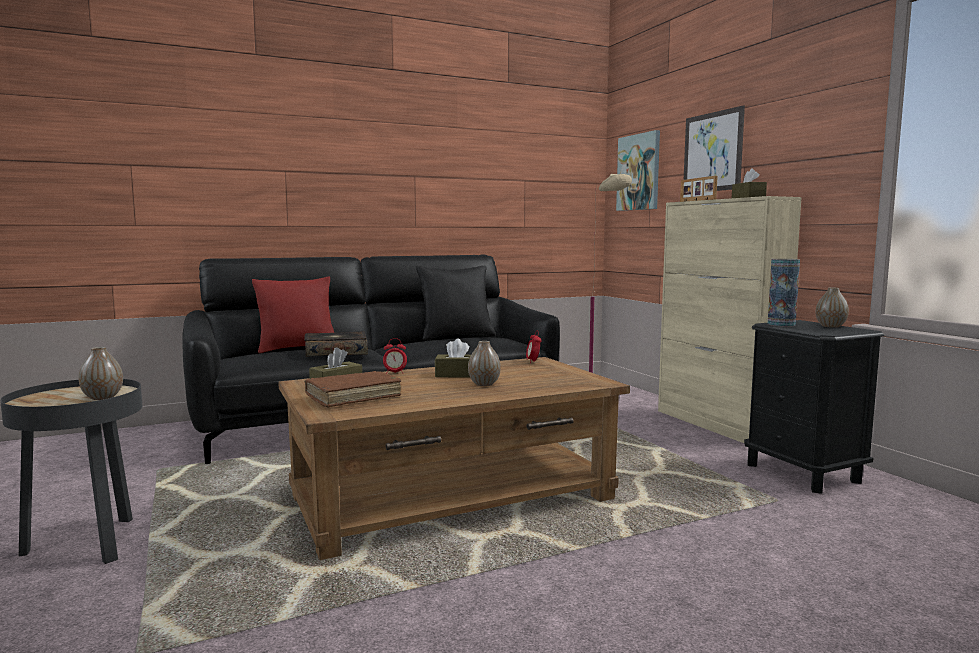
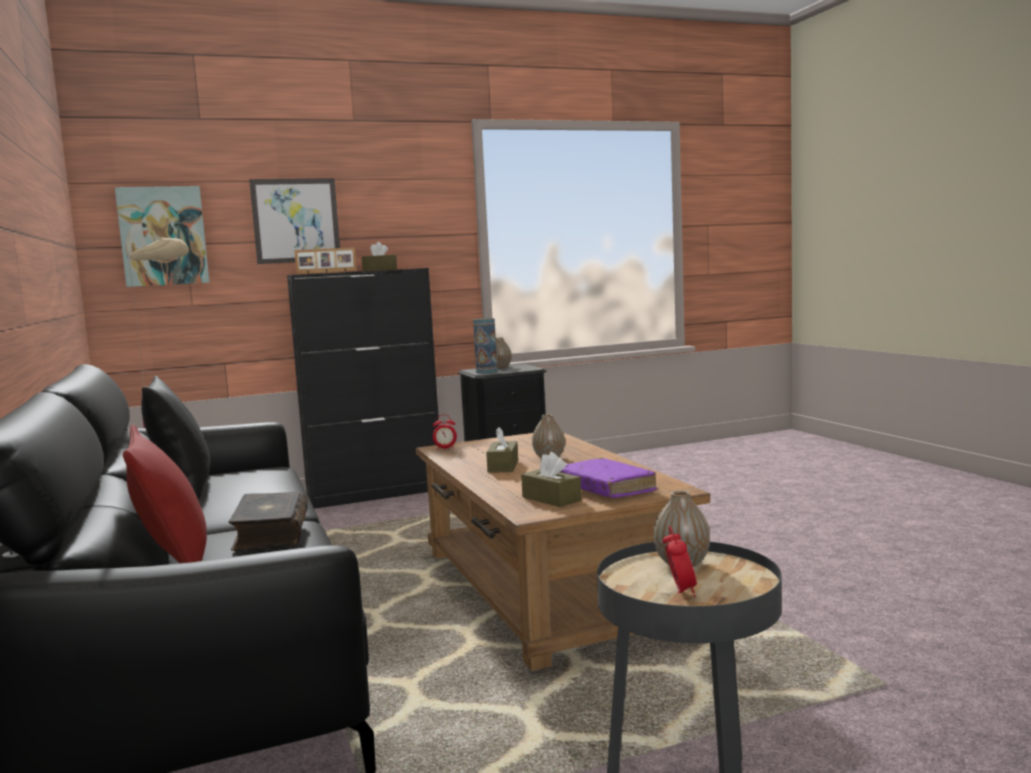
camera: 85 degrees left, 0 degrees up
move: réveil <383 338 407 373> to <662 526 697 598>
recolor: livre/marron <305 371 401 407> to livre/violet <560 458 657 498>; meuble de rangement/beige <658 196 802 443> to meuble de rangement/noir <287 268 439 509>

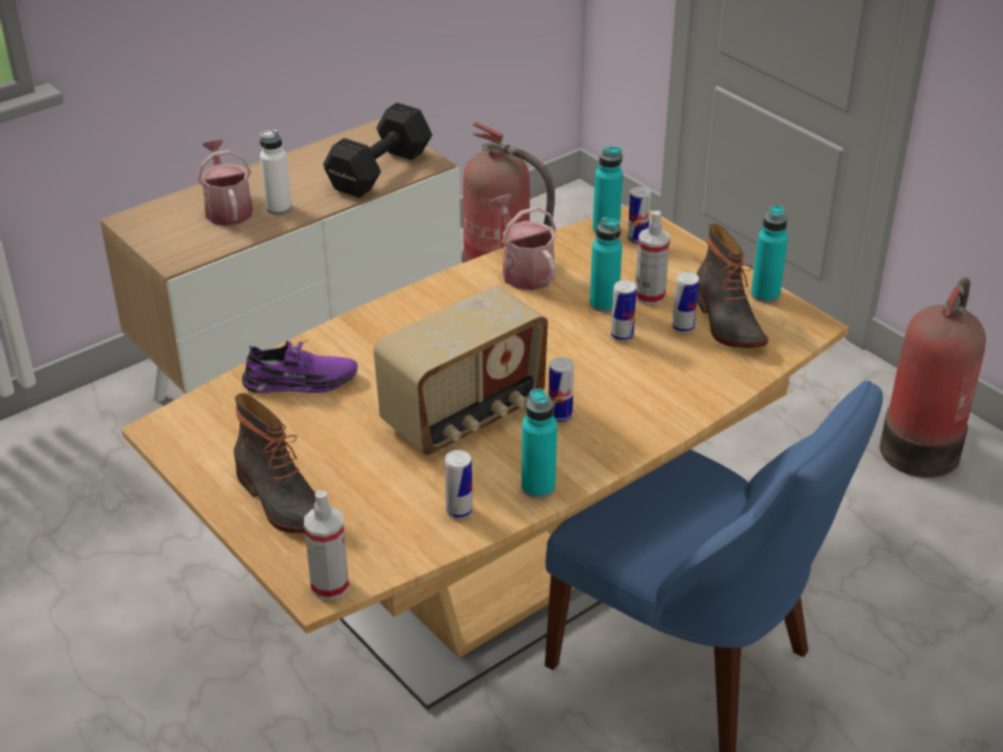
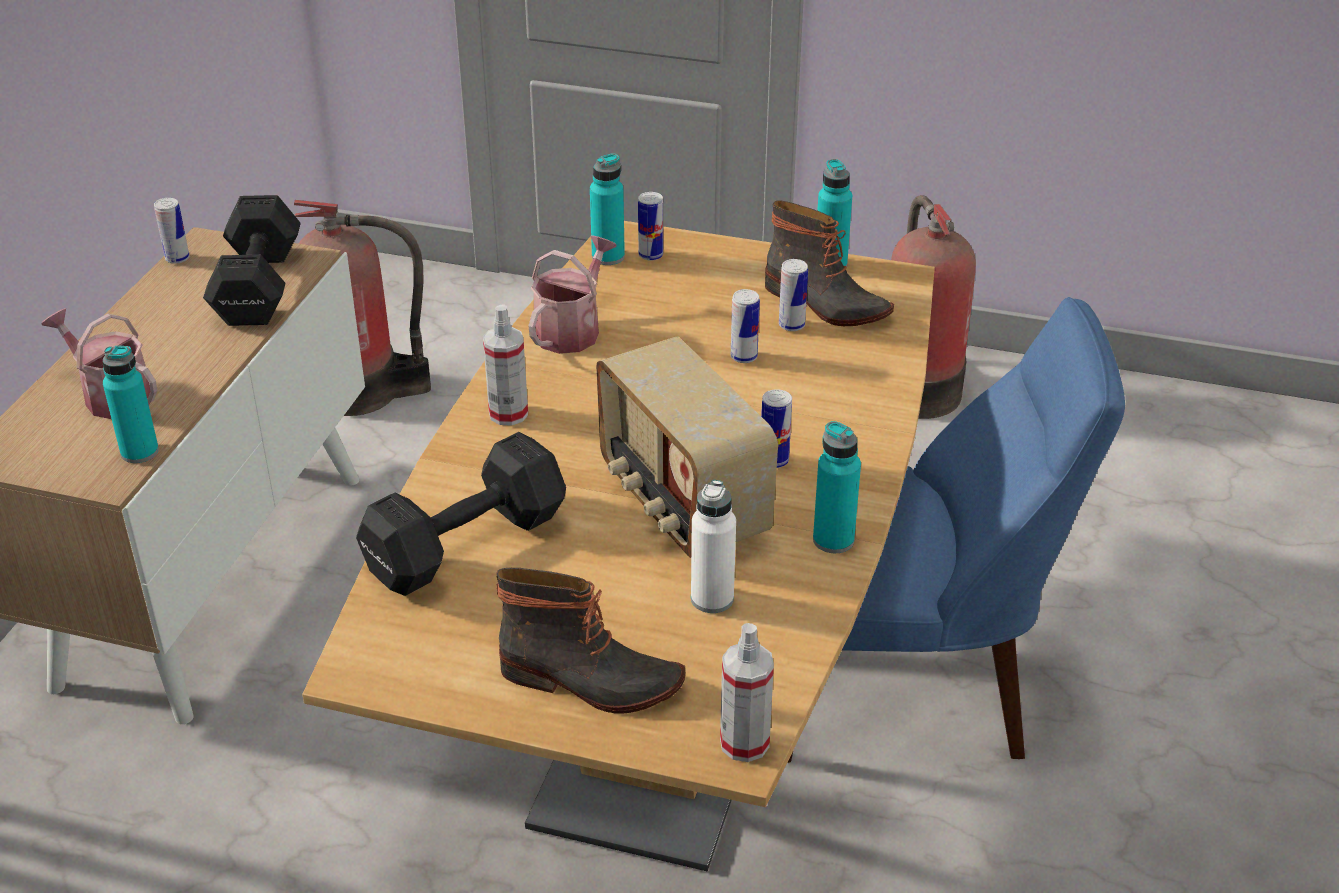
camera: 35 degrees left, 0 degrees up
move: bouteille/blanc <260 129 292 215> to <691 480 736 613>; boîte métallique <445 450 473 519> to <154 198 190 264>; bouteille/turquoise <590 217 622 312> to <103 346 159 463>; vaporisateur <635 211 670 305> to <483 304 528 426>
replace: chaussure/violet <242 340 358 393> to haltère/noir <356 432 566 596>
rotate: radio <374 286 548 455> = <596 337 778 558> 135 degrees clockwise; arrosoir <490 194 556 290> = <528 235 616 354> 90 degrees clockwise

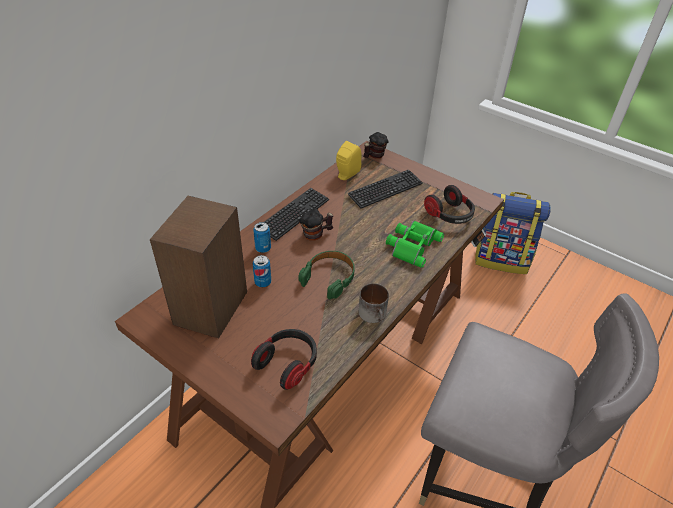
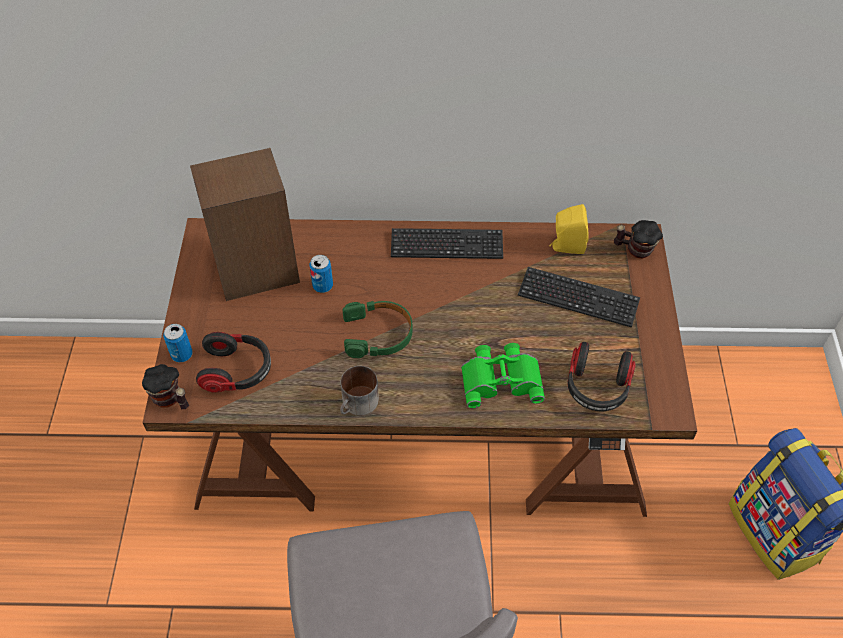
camera: 55 degrees right, 10 degrees up
move: boîte métallique <253 222 271 253> to <163 324 193 362>; mug <299 209 333 241> to <142 364 189 409>

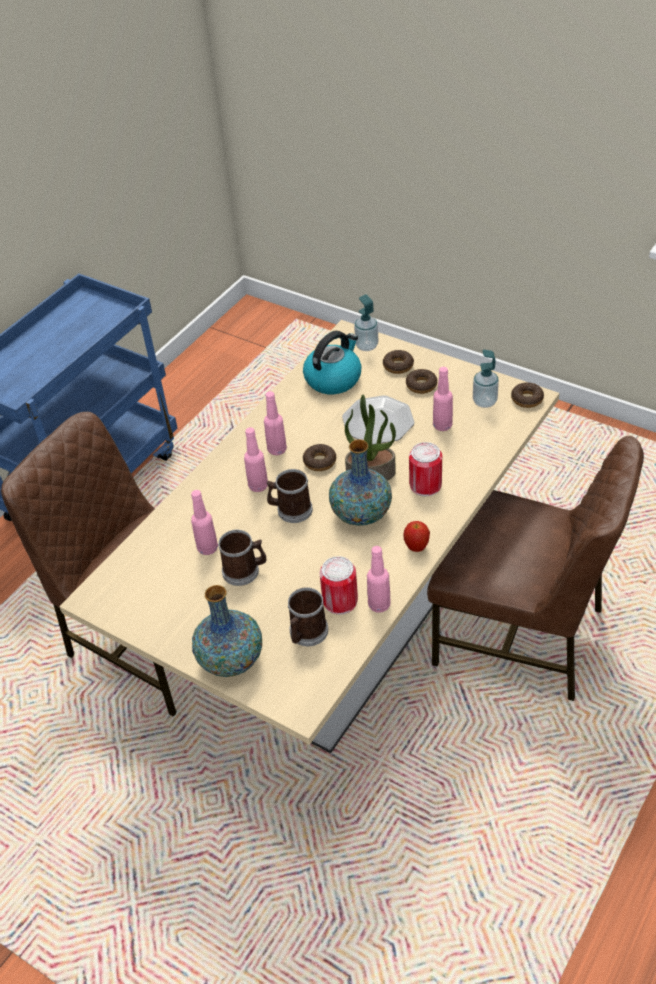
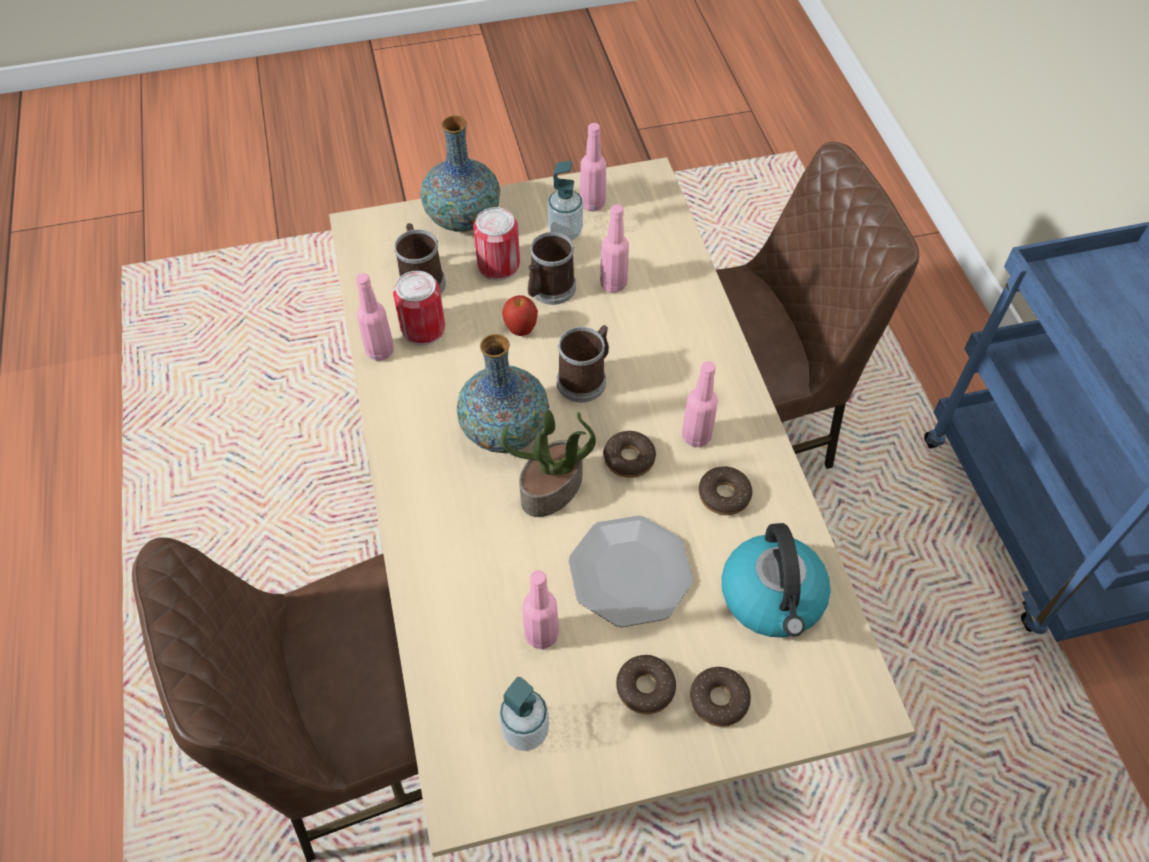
camera: 130 degrees right, 10 degrees up
move: bouteille/rose <244 427 268 492> to <580 123 606 211>; distributeur de savon <354 294 378 351> to <548 161 583 240>; pomme <403 521 430 552> to <502 295 538 336>; boîte métallique <409 442 442 496> to <473 207 520 280>; beignet <511 382 544 408> to <699 466 752 515>

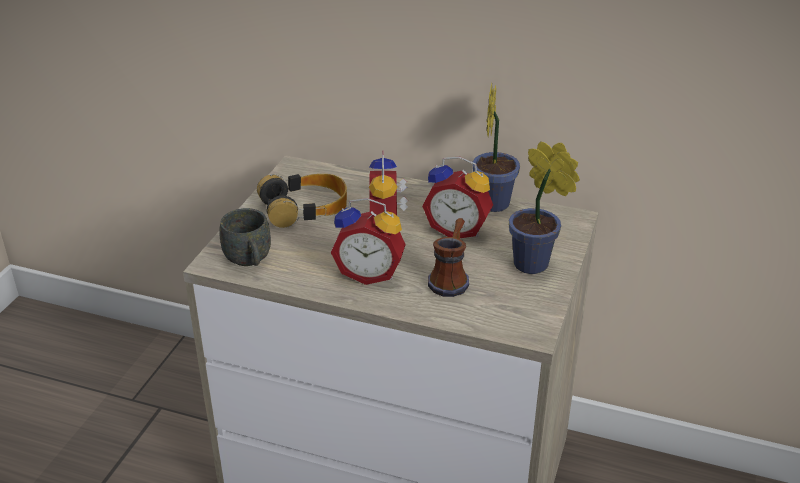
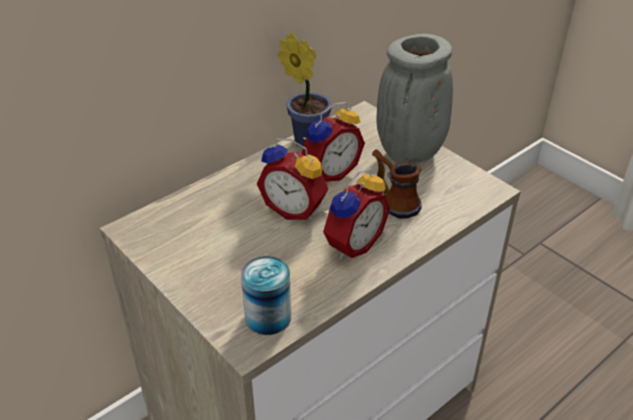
camera: 60 degrees left, 5 degrees up
delete: casque audio <257 174 347 228>
replace: mug/gris <220 208 271 266> to boîte métallique <241 256 291 335>; plante en pot <509 141 580 274> to vase/gris <377 34 453 163>

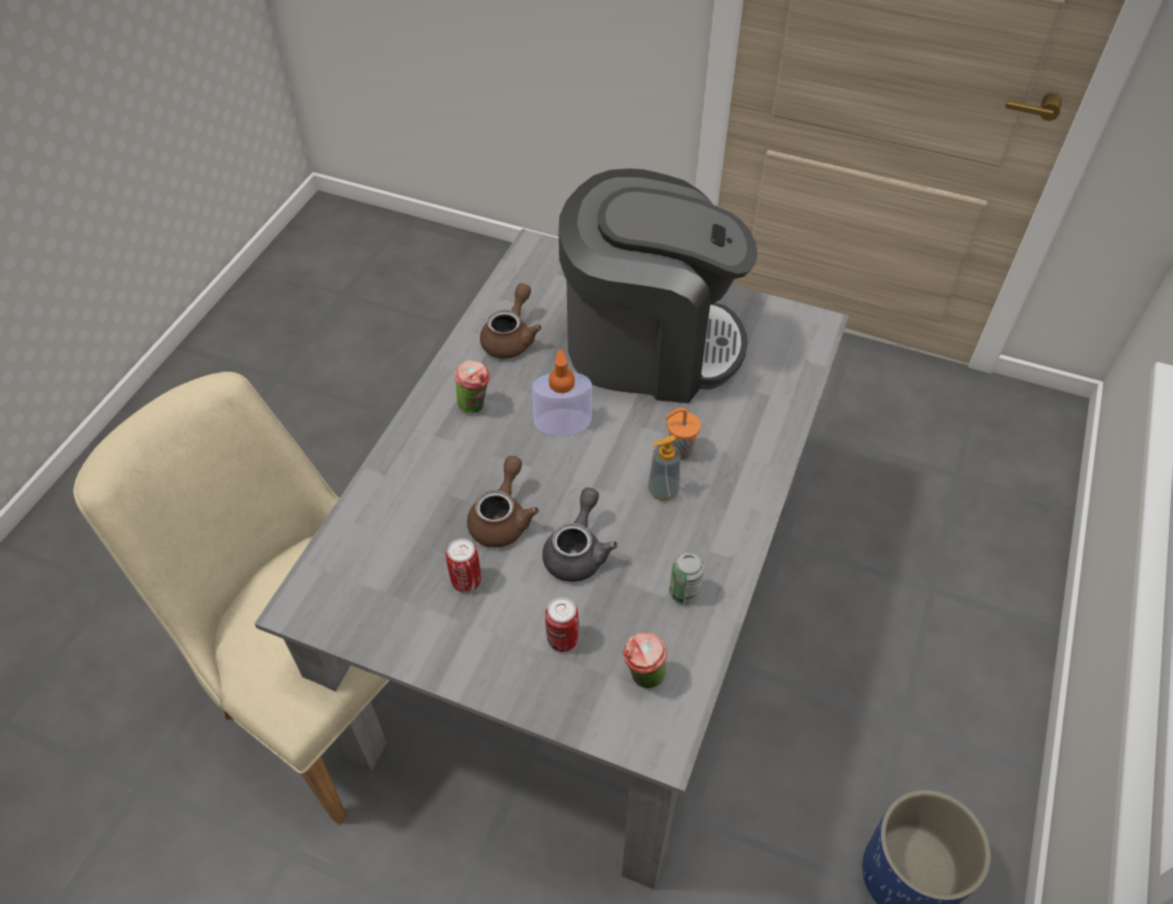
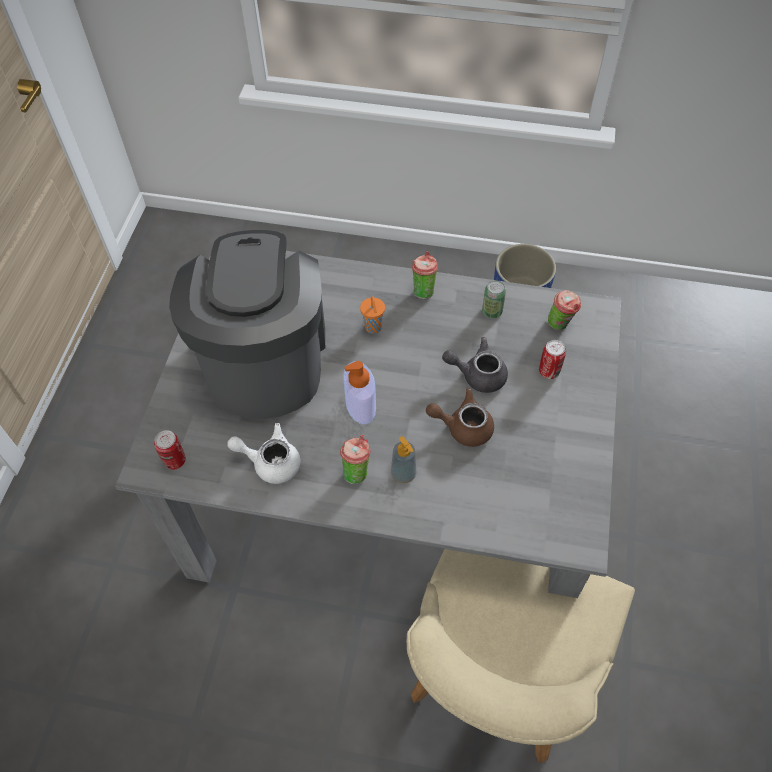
camera: 100 degrees left, 5 degrees up
insert: tasse <412 251 438 299>
move: boîte métallique <446 538 481 593> to <154 430 186 470>; distributeur de savon <648 435 681 501> to <391 436 417 483>
recolor: théière/marron <480 283 542 359> to théière/blanc <227 423 300 484>

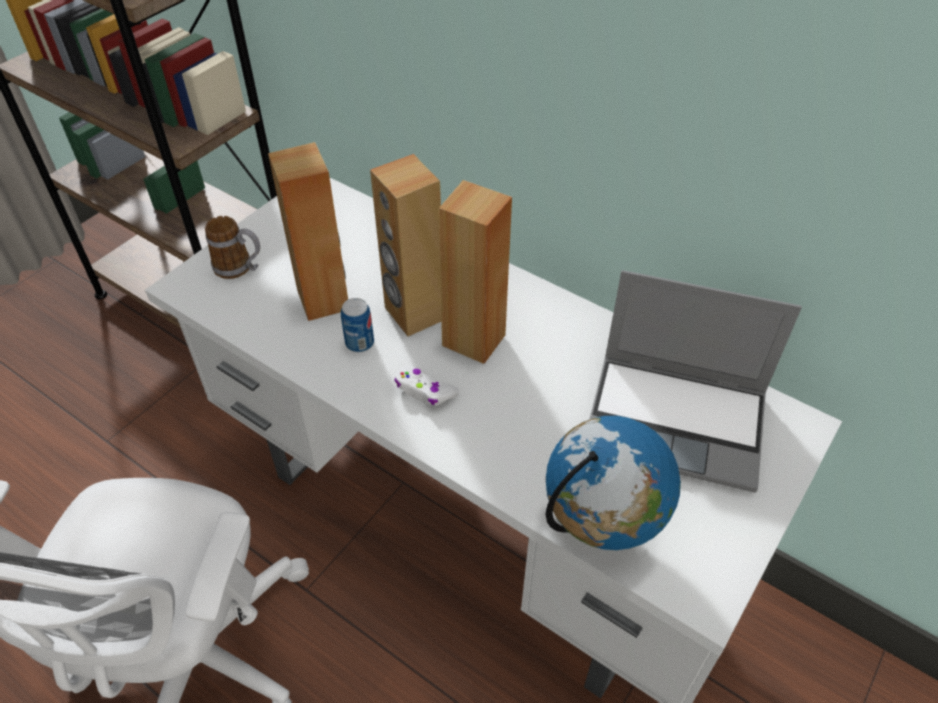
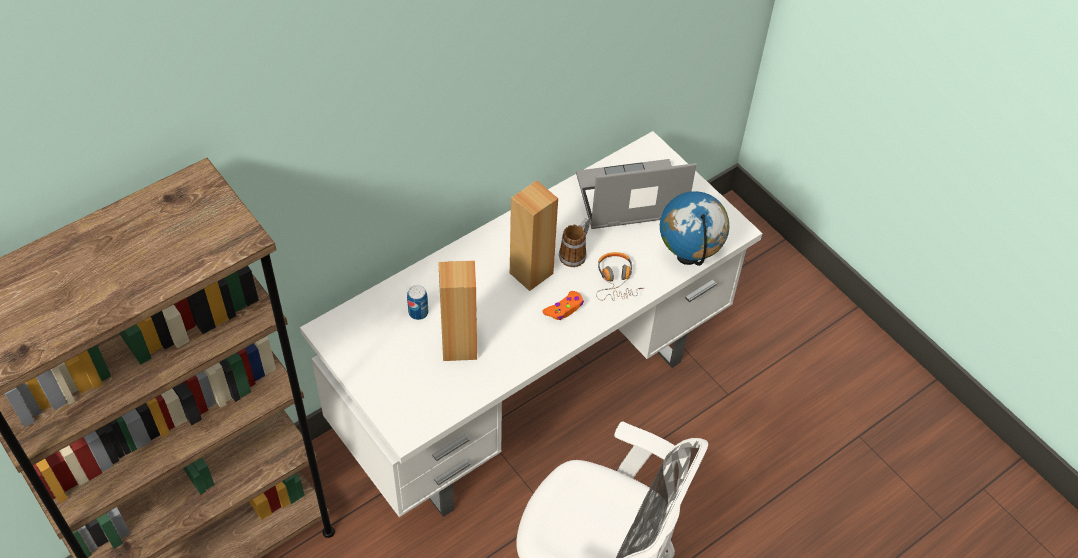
camera: 75 degrees left, 5 degrees up
delete: enceinte/marron <370 154 441 336>
insert: casque audio <596 252 644 301>
move: mug <205 216 260 279> to <559 218 590 267>; boîte métallique <341 298 374 352> to <407 285 428 320>
recolor: manette/blanc <394 365 459 406> to manette/orange <542 291 584 320>
rotate: ordinateur portable <589 270 802 493> = <576 159 697 229> 135 degrees counterclockwise

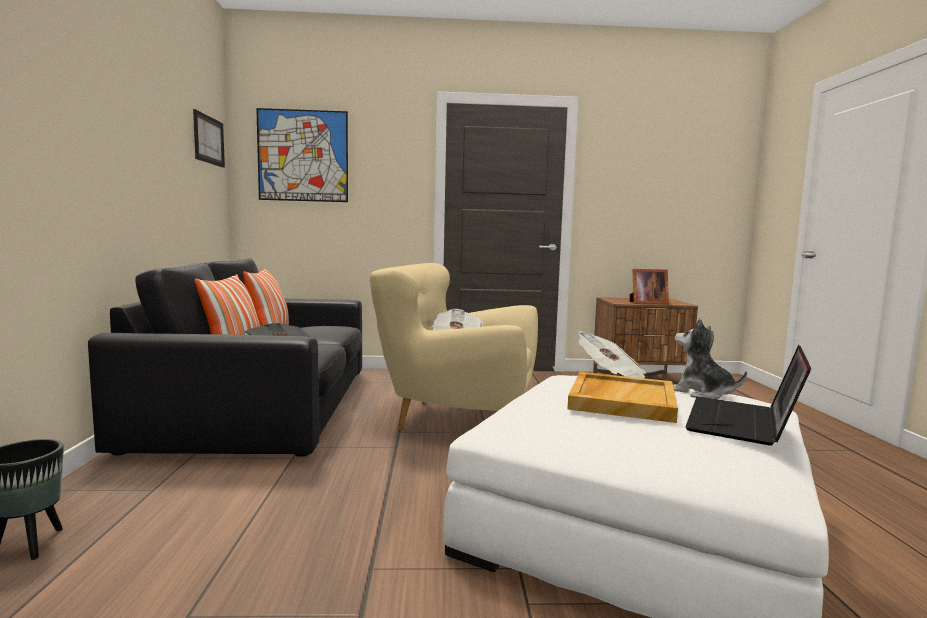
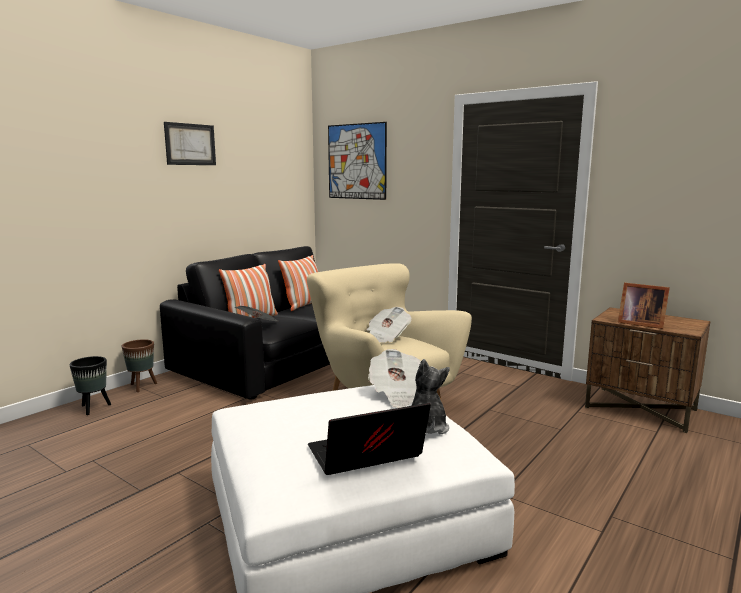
camera: 40 degrees right, 5 degrees up
delete: plateau/beige <567 372 678 423>
insert: cache-pot/marron <122 339 157 392>
move: tableau <193 109 225 168> to <164 122 216 165>

